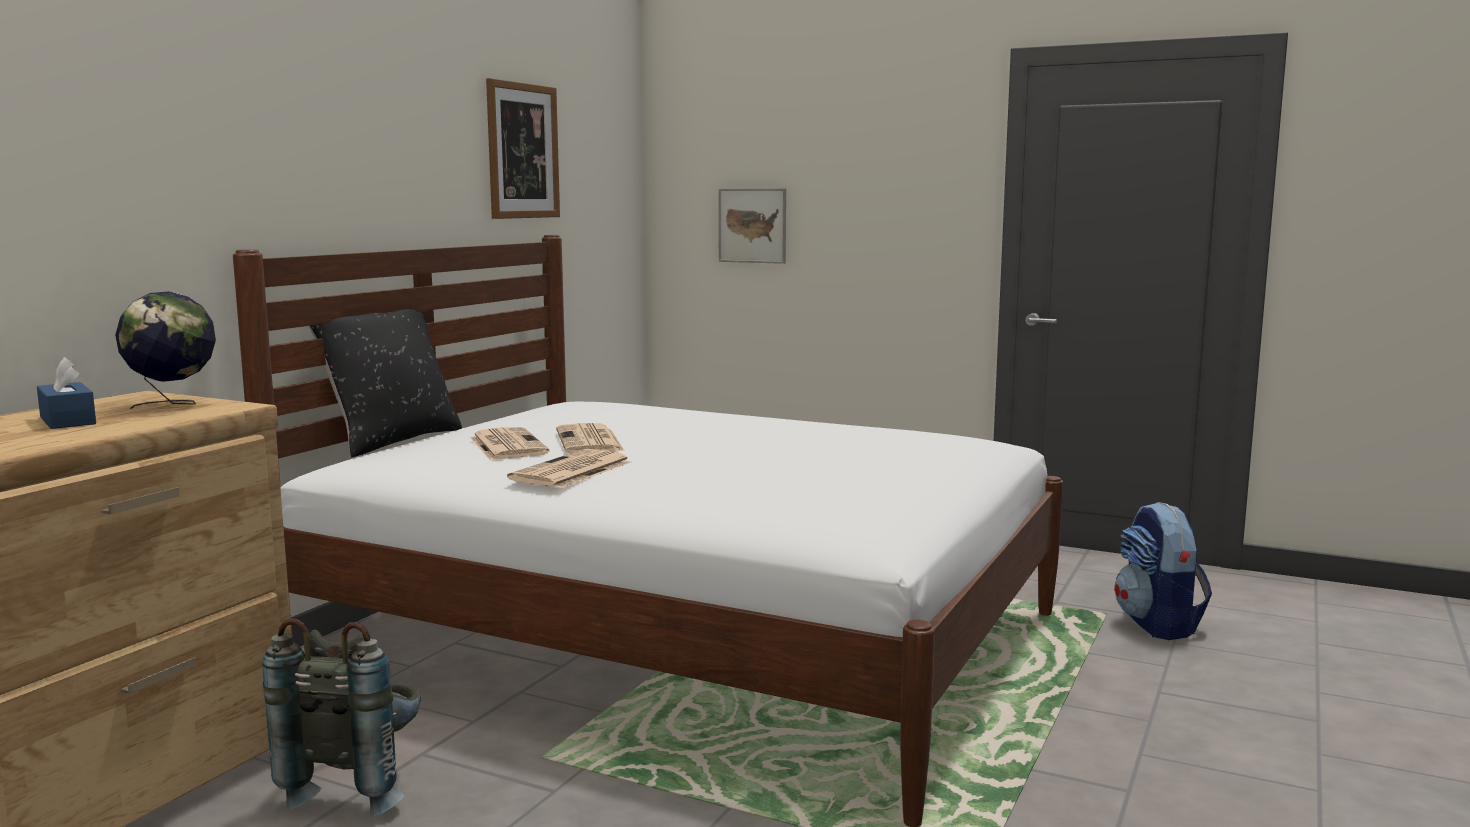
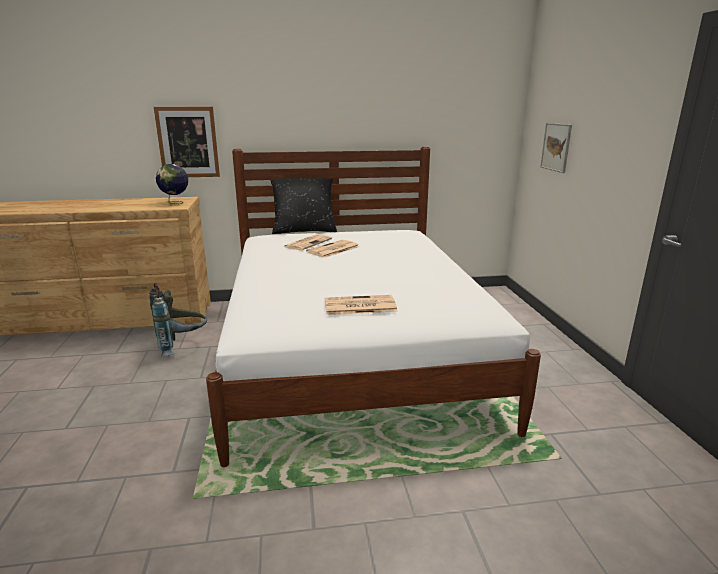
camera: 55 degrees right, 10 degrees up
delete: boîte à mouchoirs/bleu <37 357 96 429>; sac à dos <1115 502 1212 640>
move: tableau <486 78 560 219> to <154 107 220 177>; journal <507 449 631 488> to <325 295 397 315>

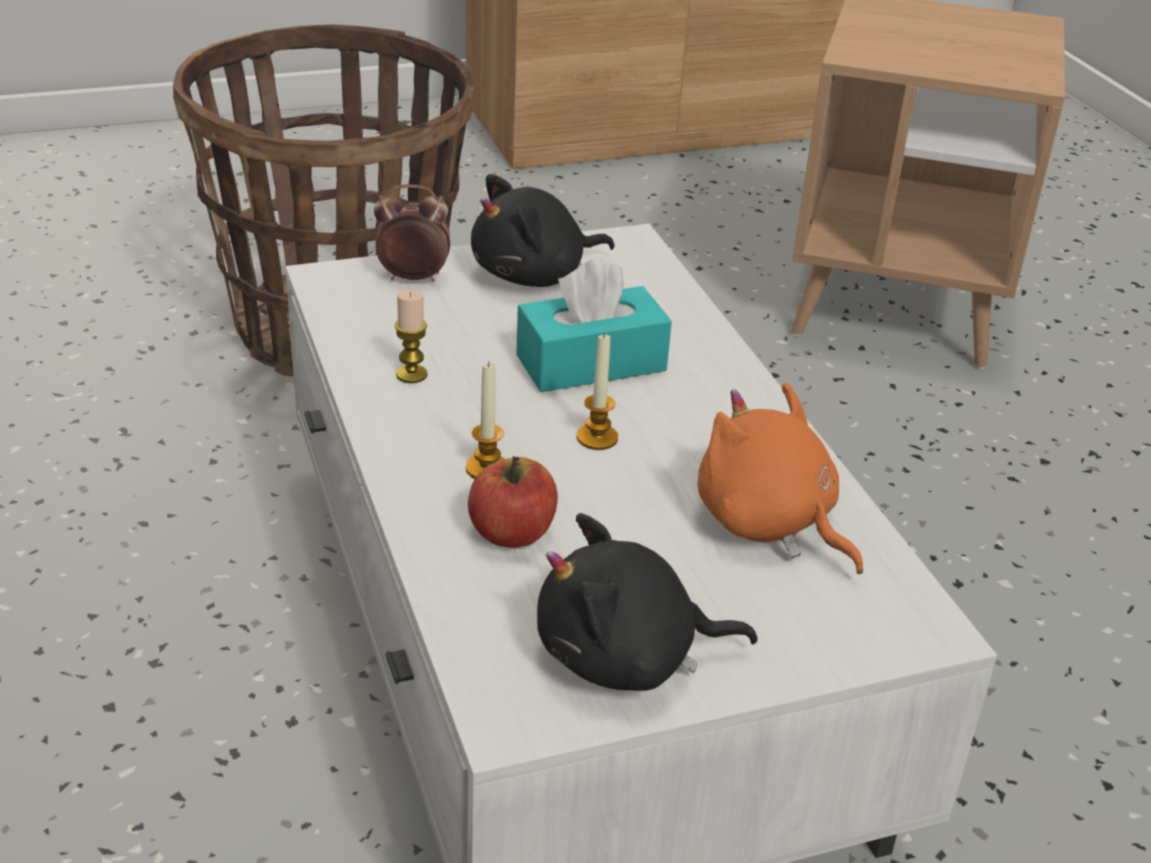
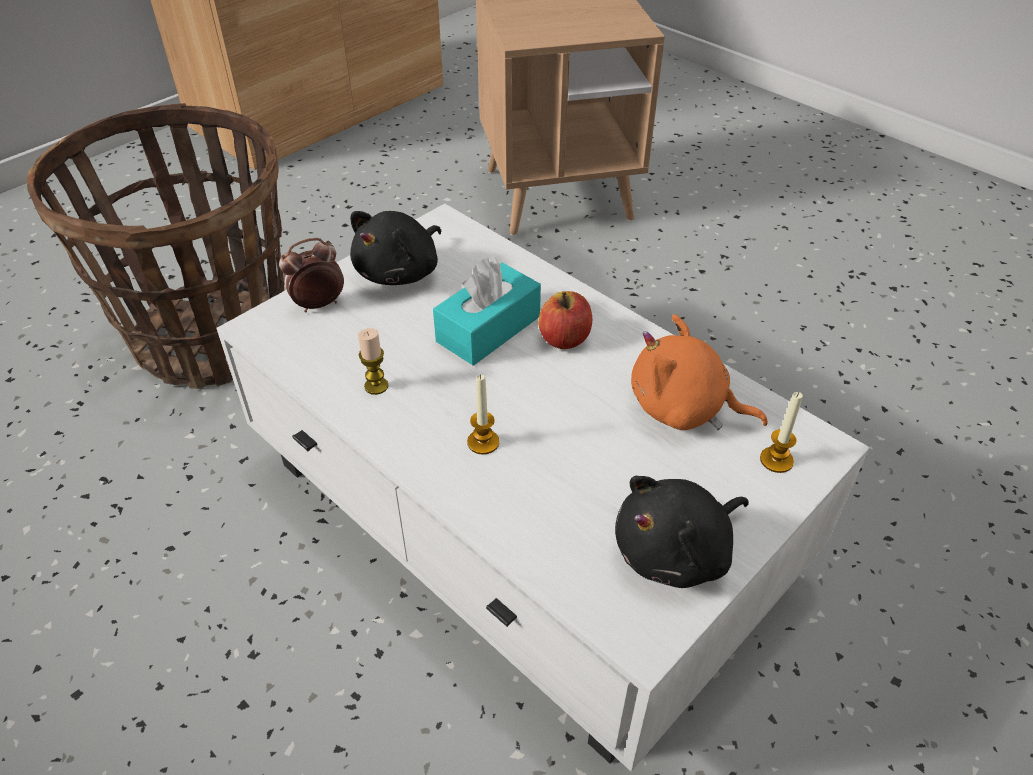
camera: 25 degrees left, 10 degrees up
move: pomme <468 456 558 548> to <538 291 592 349>; bougie <577 333 618 450> to <760 392 803 473>

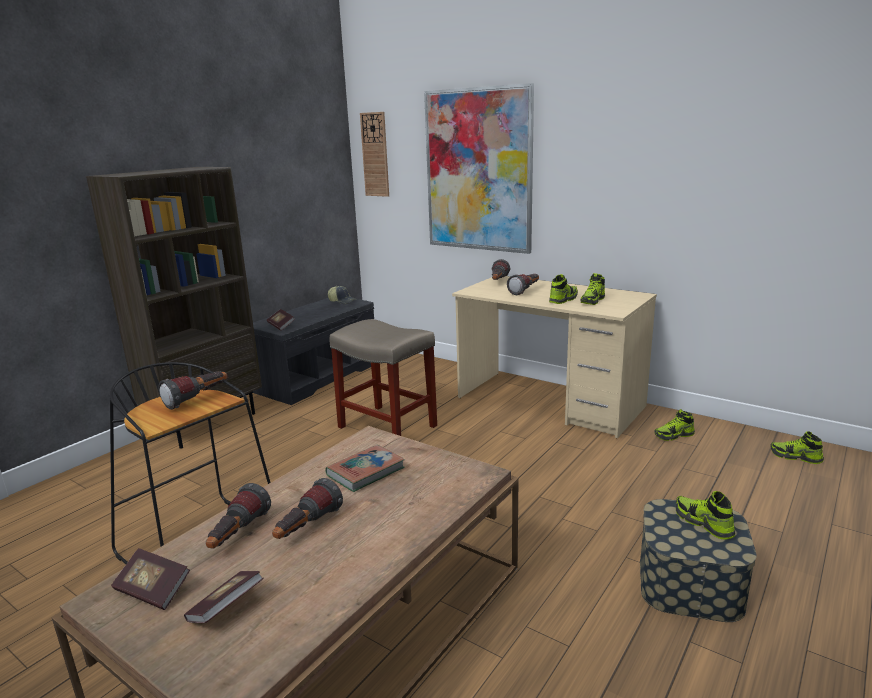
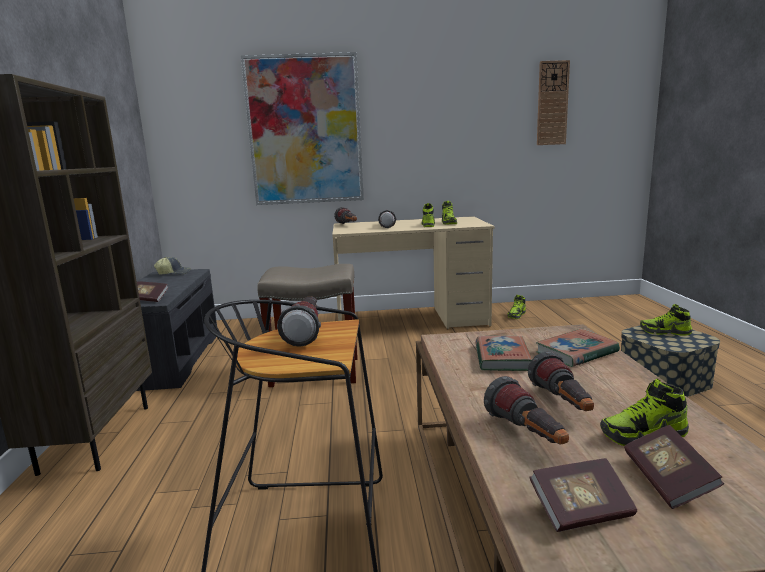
camera: 40 degrees left, 5 degrees down
insert: livre <536 329 620 367>
move: horloge murale <360 112 389 197> to <537 60 570 145>; chaussure <770 431 824 464> to <600 379 689 446>

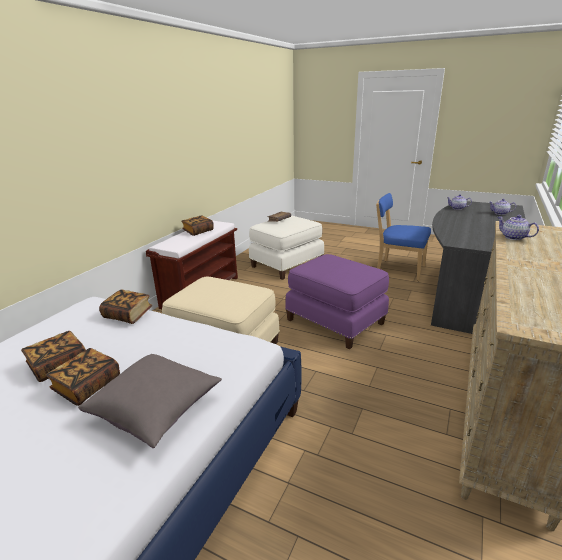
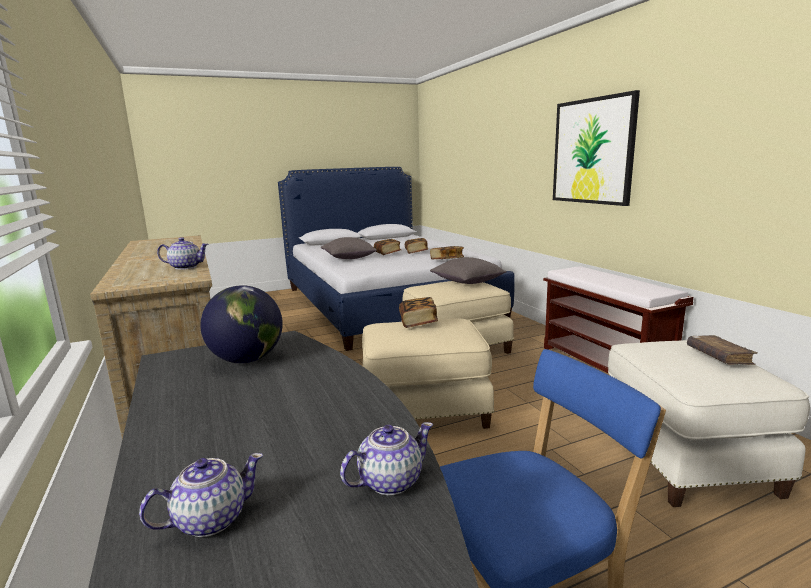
camera: 130 degrees right, 10 degrees down
insert: globe <201 285 283 363>; coussin/gris <430 257 507 284>; tableau <553 90 640 206>
move: livre <182 216 214 236> to <399 297 438 328>
recolor: pouf/violet <285 254 389 349> to pouf/beige <362 318 494 429>

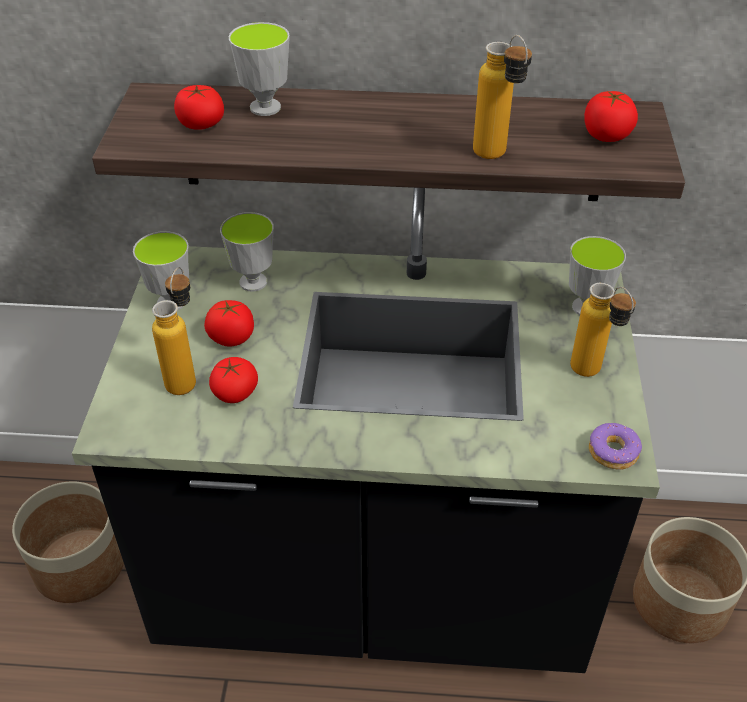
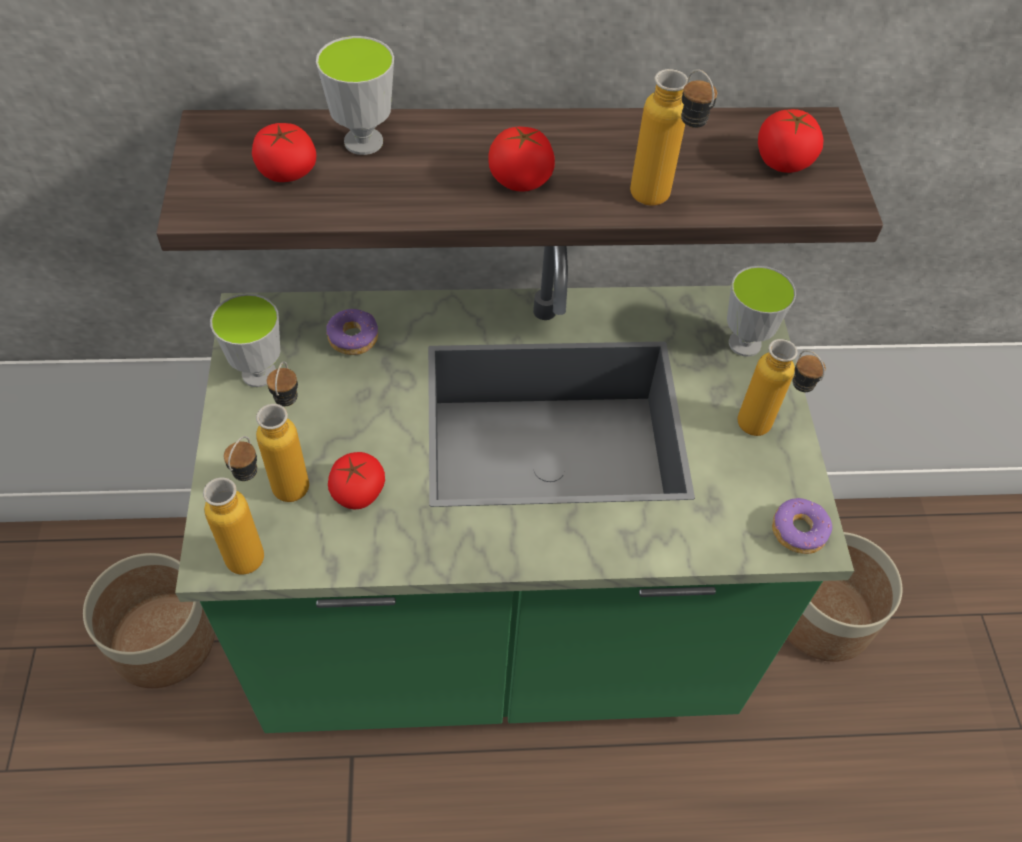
camera: 10 degrees left, 10 degrees up
insert: bouteille <203 436 264 575>
move: tomate <204 300 254 347> to <488 127 555 192>
replace: tasse <220 212 274 292> to beignet <326 309 378 355>
recolor: comptoir de cuisine/noir <72 188 660 673> to comptoir de cuisine/vert <175 246 854 733>

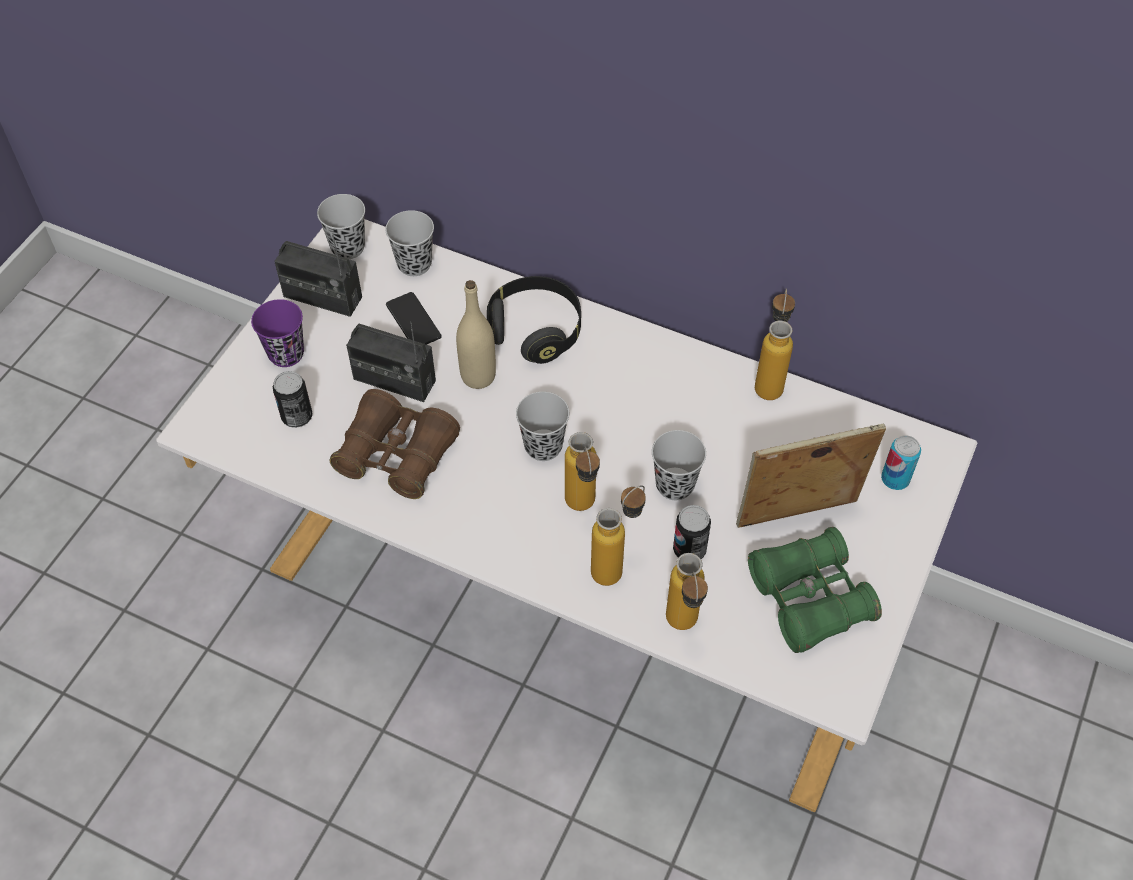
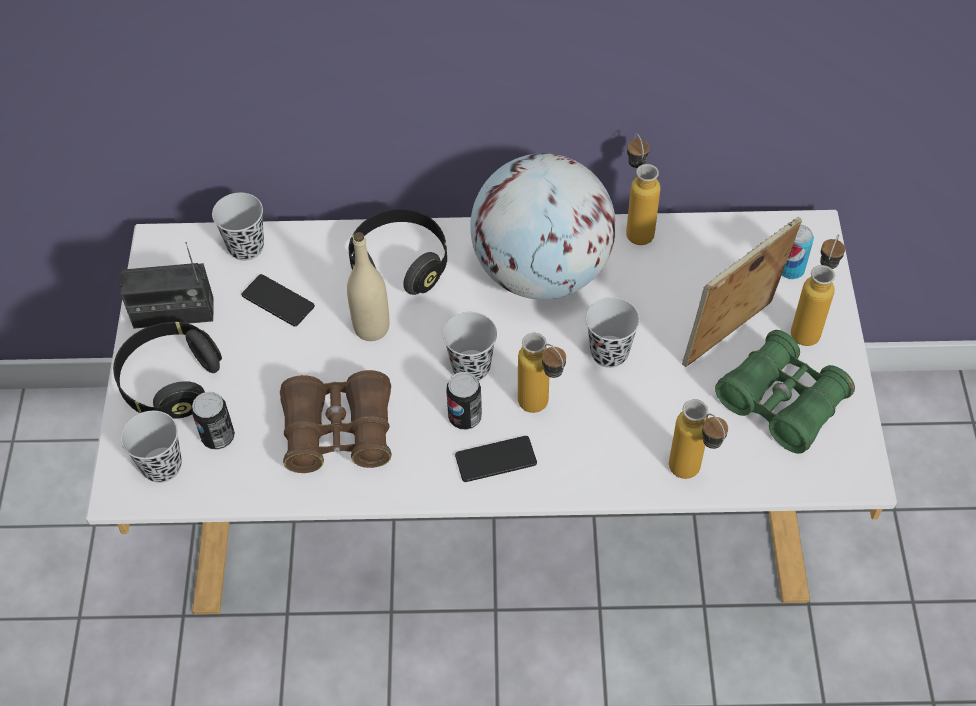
camera: 25 degrees left, 0 degrees up
delete: radio <346 322 436 402>
insert: téléphone <455 436 537 482>; globe <470 153 616 300>
move: tasse/noir <317 194 365 259> to <121 411 182 483>; bouteille <591 485 646 586> to <791 234 845 346>; boîte métallique <673 505 711 559> to <446 372 482 430>
replace: tasse/violet <251 299 304 367> to casque audio/noir <113 322 222 419>

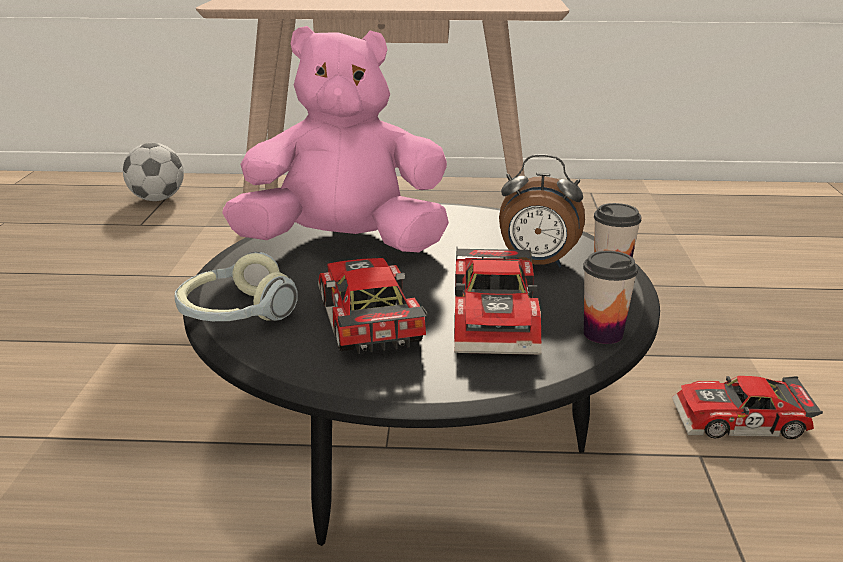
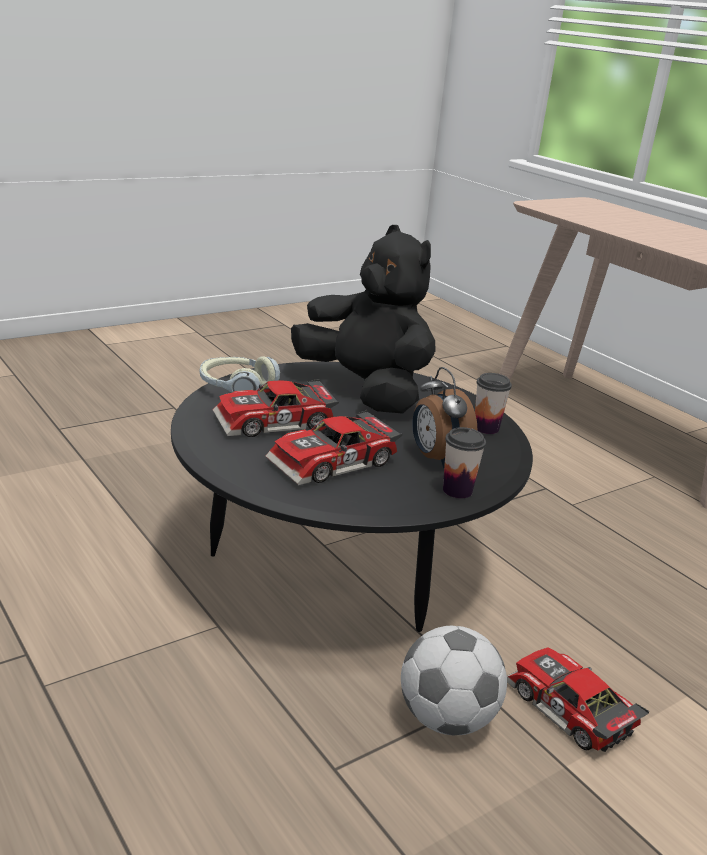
camera: 50 degrees right, 0 degrees up
move: ballon de foot <123 143 184 201> to <401 626 507 736>; tasse <583 251 638 344> to <475 373 512 434>
recolor: peluche/rose <222 26 449 252> to peluche/noir <291 225 436 414>
rotate: petite voiture <318 258 428 354> = <213 379 339 437> 150 degrees counterclockwise

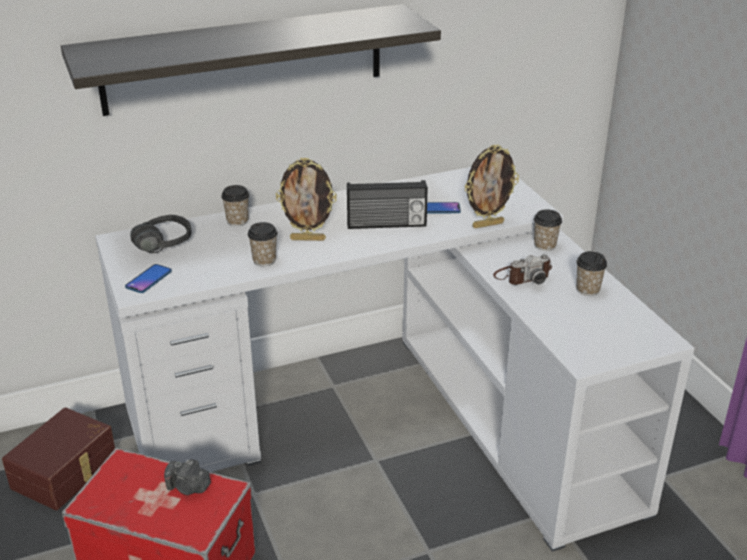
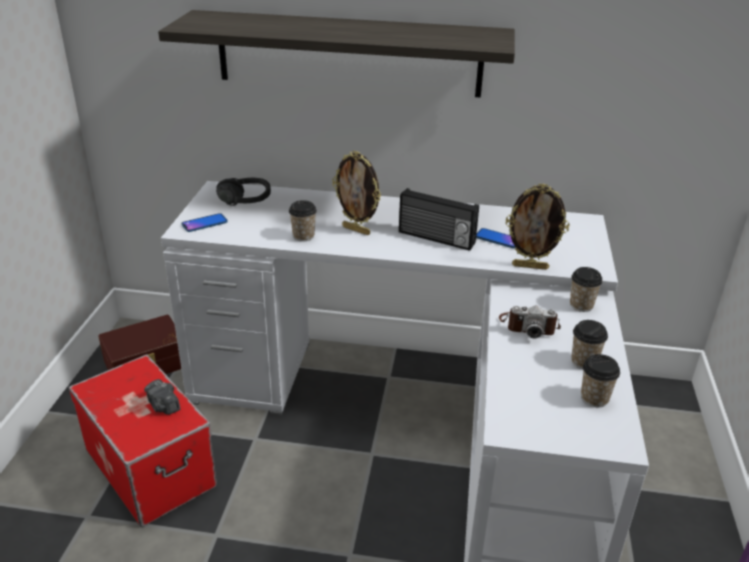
camera: 30 degrees right, 0 degrees up
move: tasse <221 185 249 226> to <581 354 620 407>

